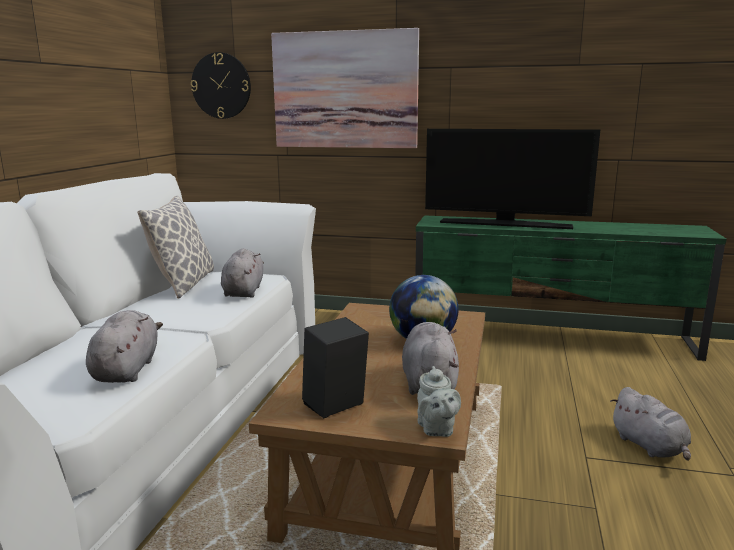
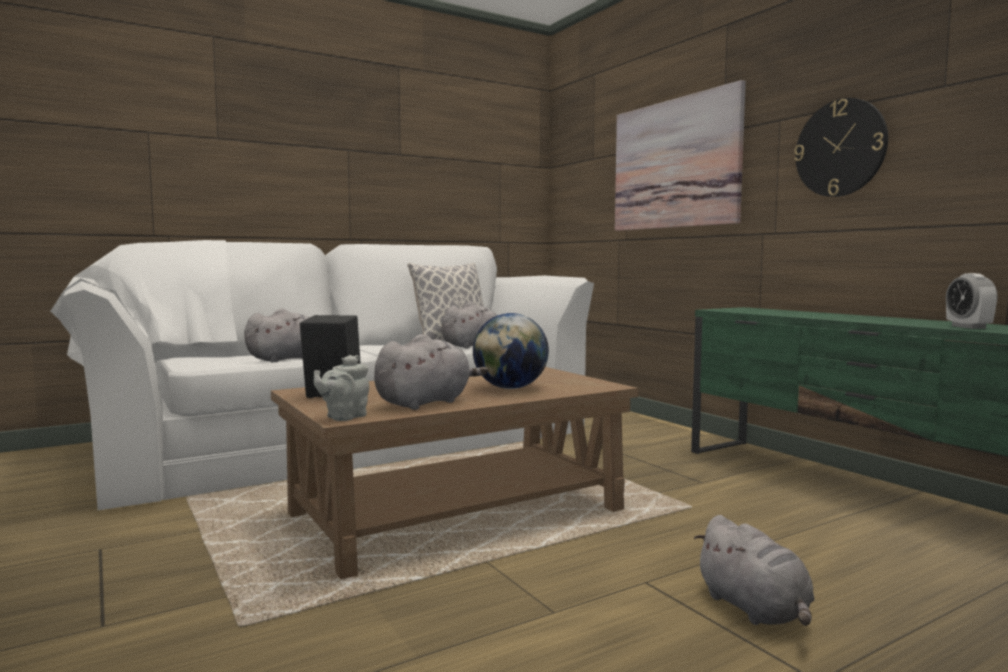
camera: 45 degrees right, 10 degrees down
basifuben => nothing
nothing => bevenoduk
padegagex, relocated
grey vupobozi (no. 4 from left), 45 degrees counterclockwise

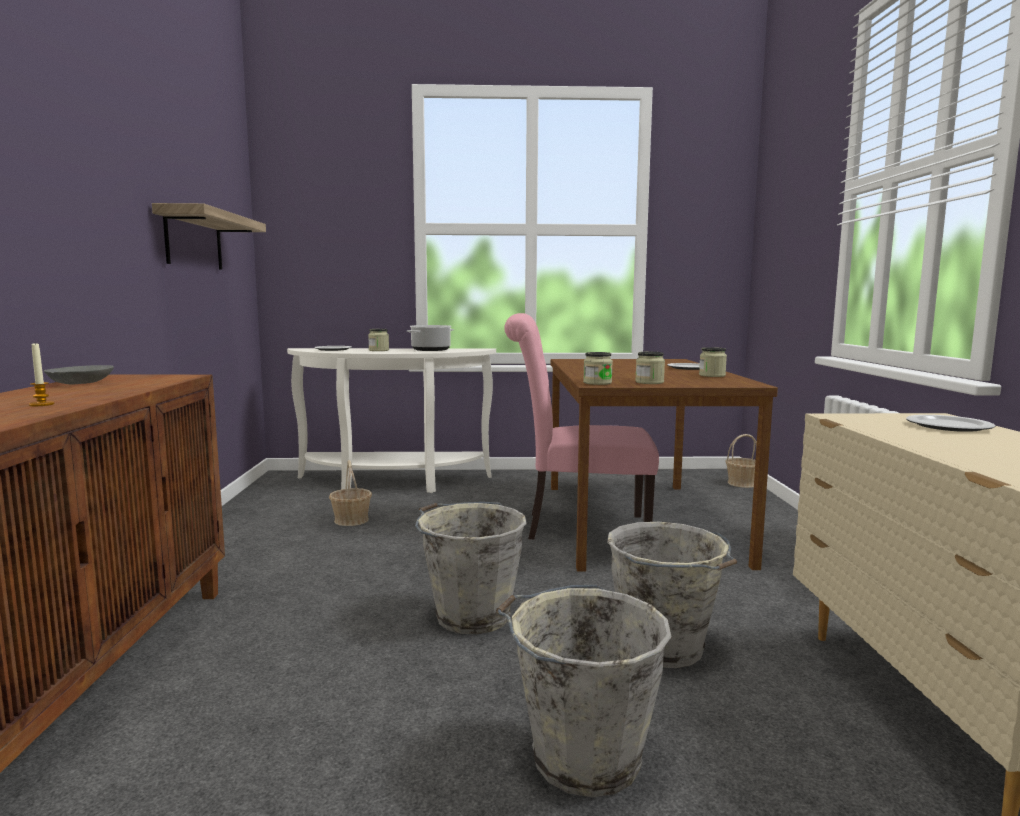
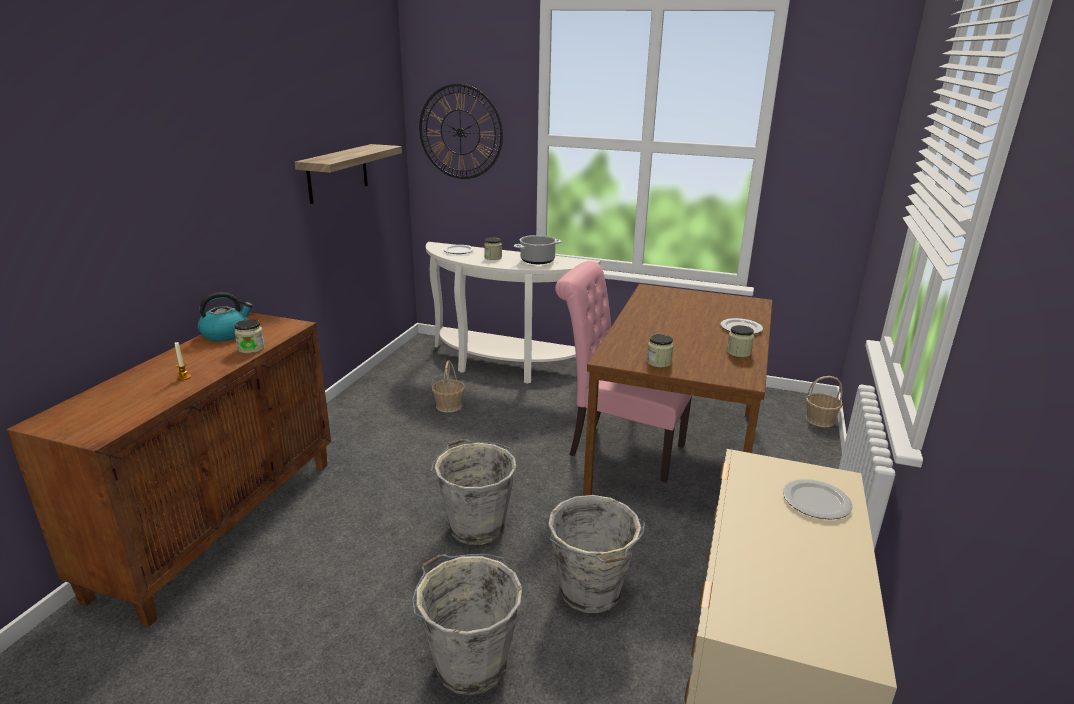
camera: 20 degrees right, 15 degrees up
nothing => padegagex
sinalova (no. 2 from left in the first image) => sinalova (no. 1 from left), relocated
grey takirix => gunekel

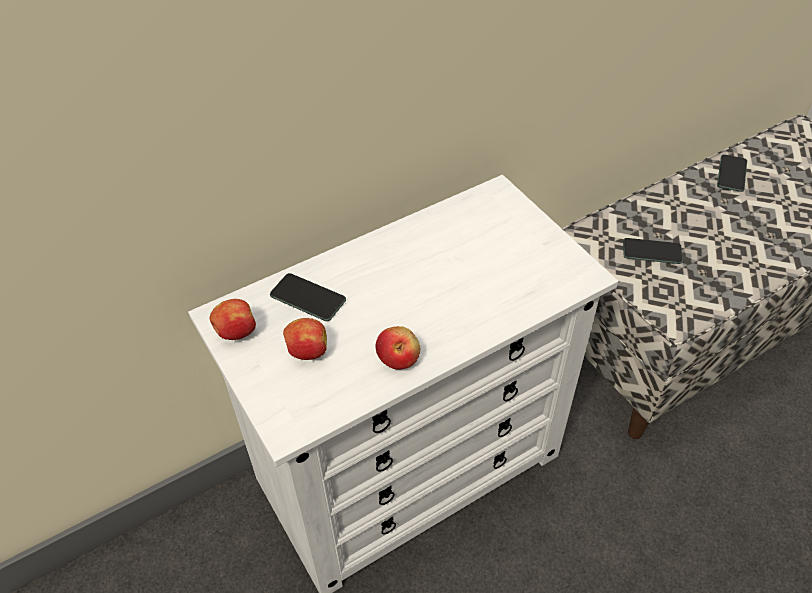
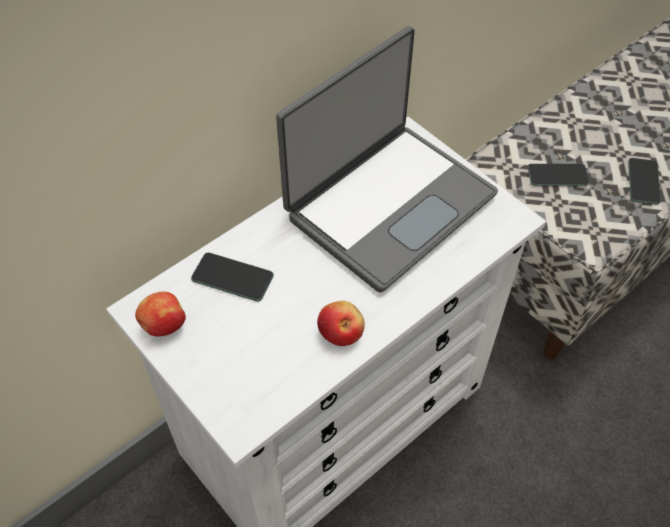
camera: 10 degrees left, 5 degrees up
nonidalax (no. 2 from left) => nothing
nothing => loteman
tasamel (no. 3 from left), relocated

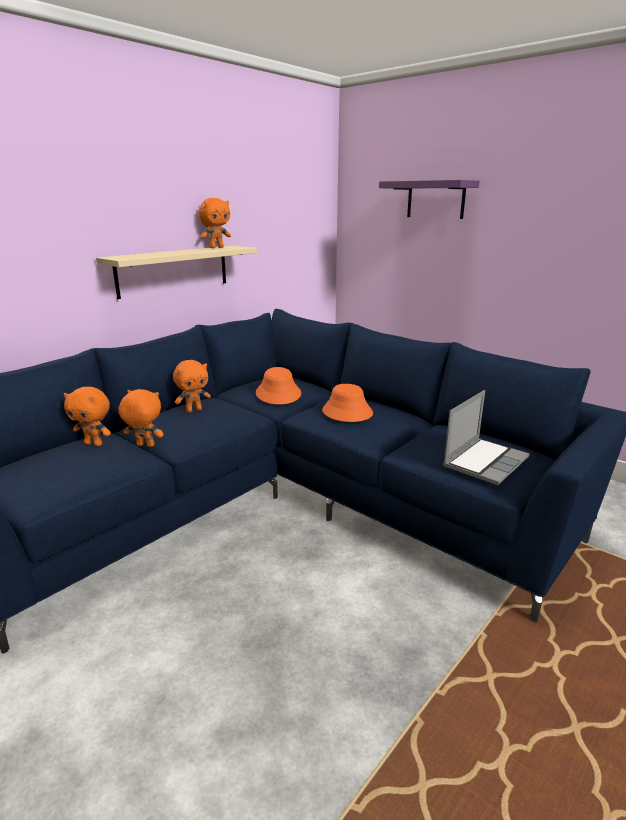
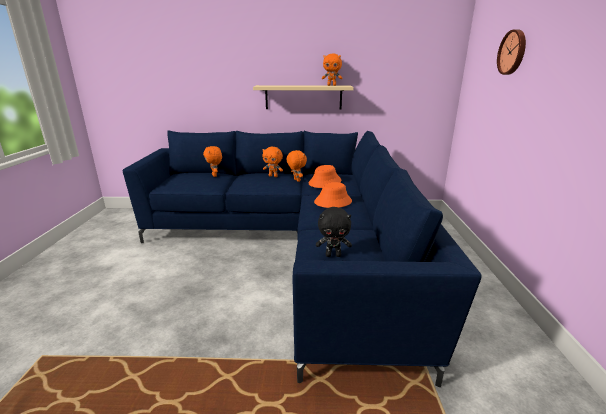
camera: 50 degrees right, 0 degrees up
orange vupobozi (no. 2 from left in the first image) => orange vupobozi (no. 3 from left), relocated
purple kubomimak => padegagex
loteman => black vupobozi

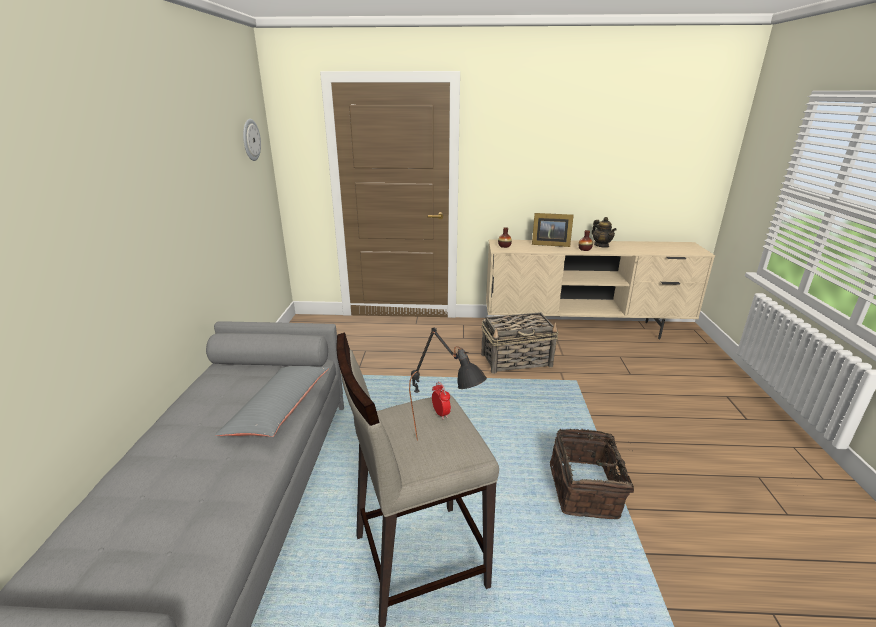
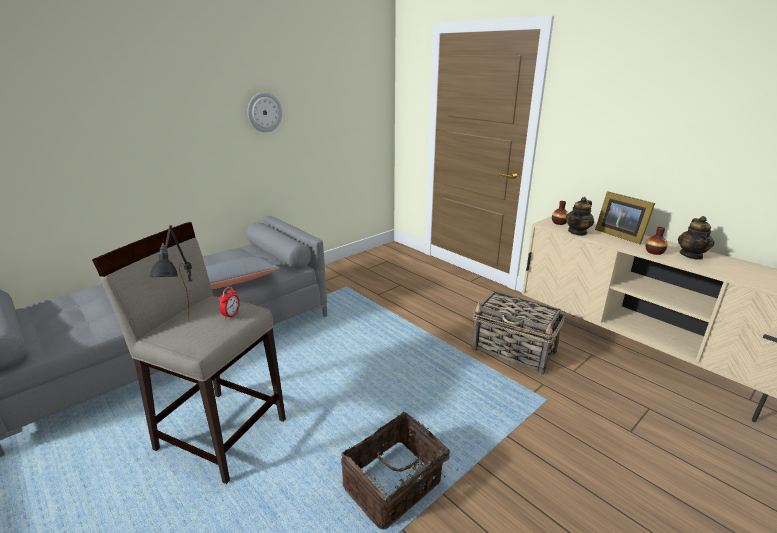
camera: 45 degrees right, 0 degrees up
nothing => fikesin (no. 1 from left)
padegagex, relocated

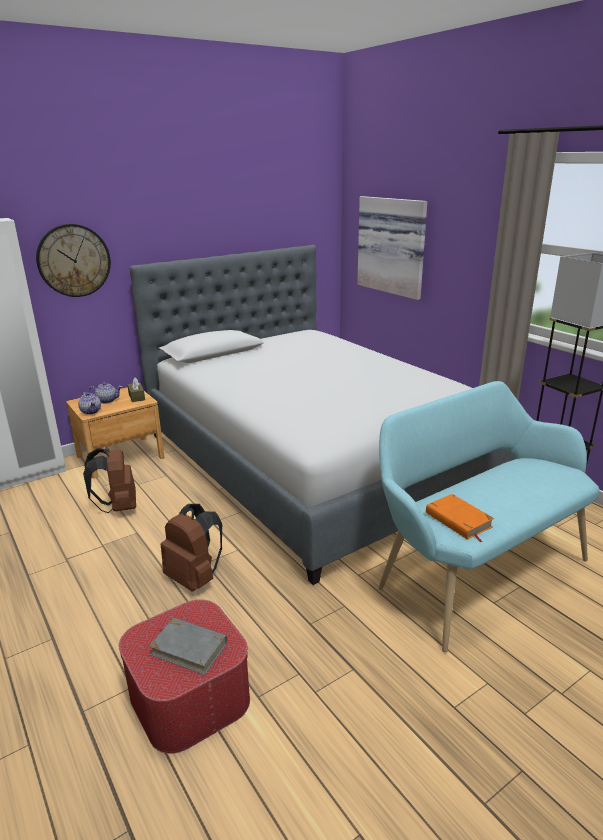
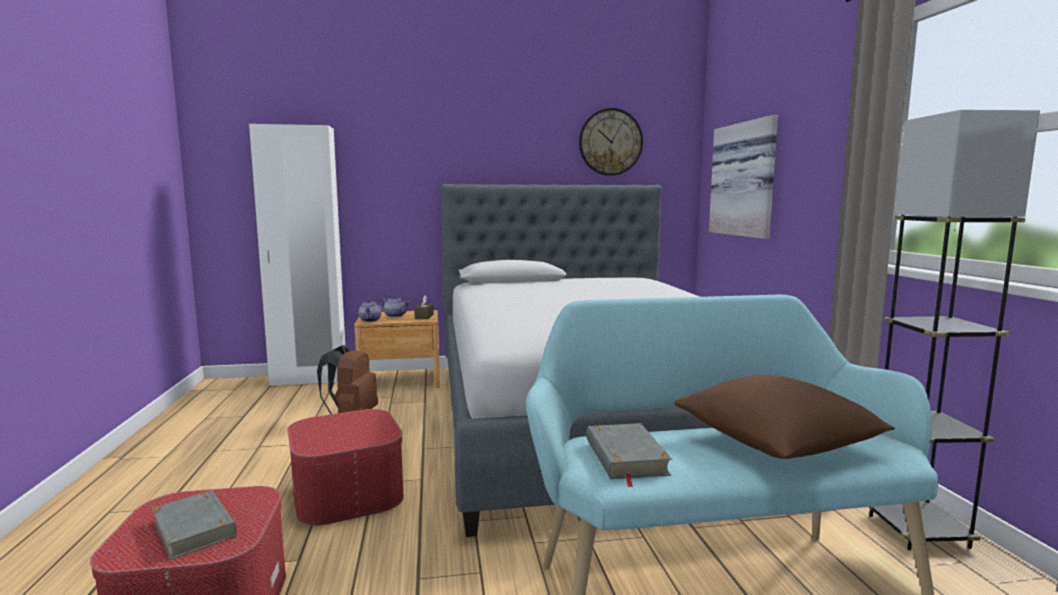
camera: 25 degrees right, 15 degrees down
nothing => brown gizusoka
padegagex, relocated
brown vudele (no. 2 from left) => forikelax (no. 2 from left)
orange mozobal => grey mozobal (no. 2 from left)

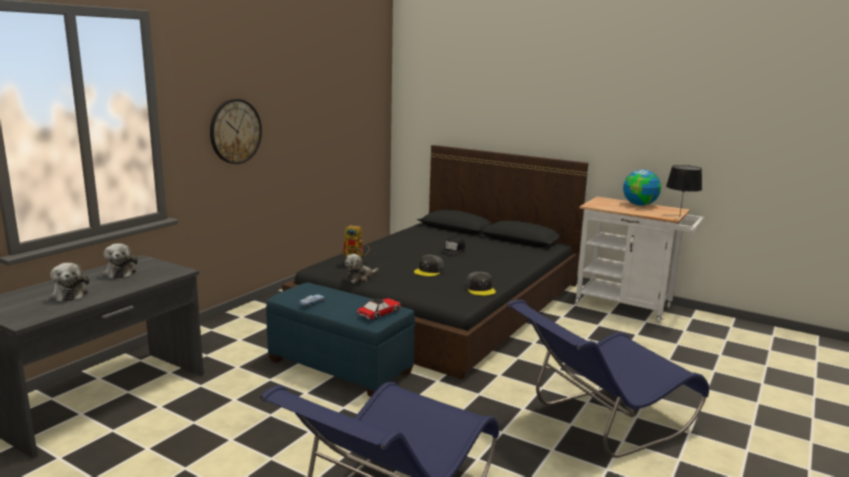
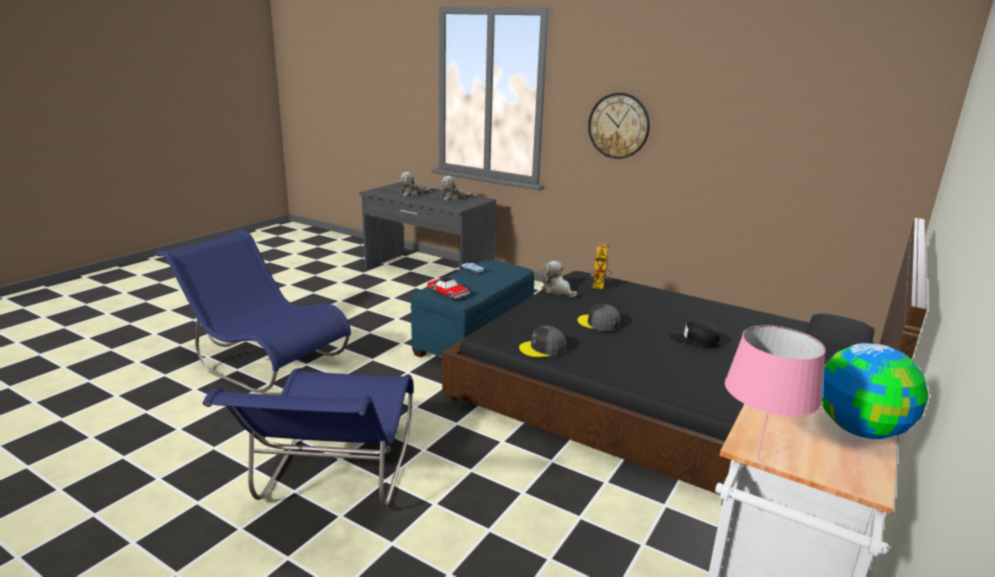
camera: 90 degrees right, 5 degrees up
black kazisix => pink kazisix
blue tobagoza (no. 2 from left), 150 degrees counterclockwise

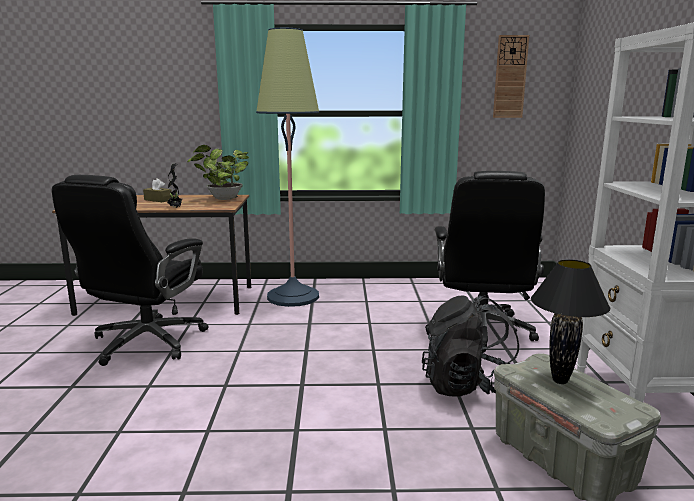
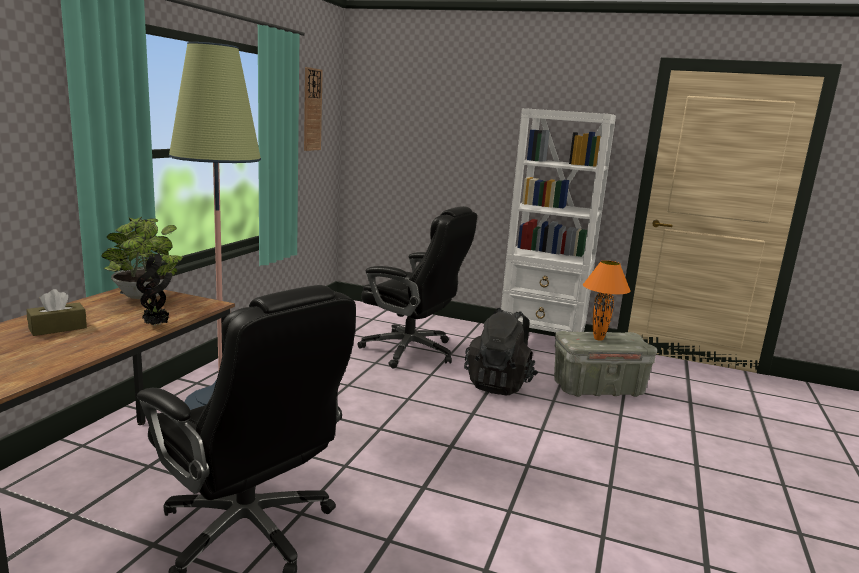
camera: 70 degrees left, 0 degrees up
black kazisix => orange kazisix

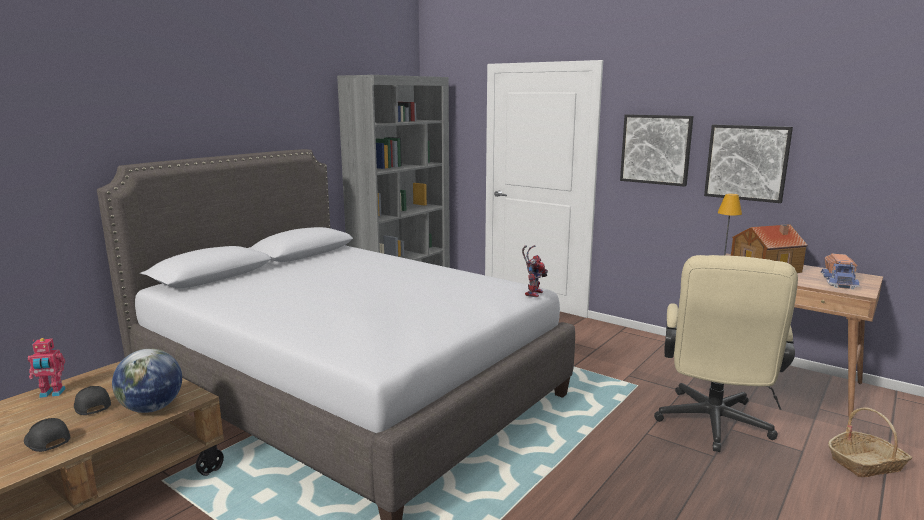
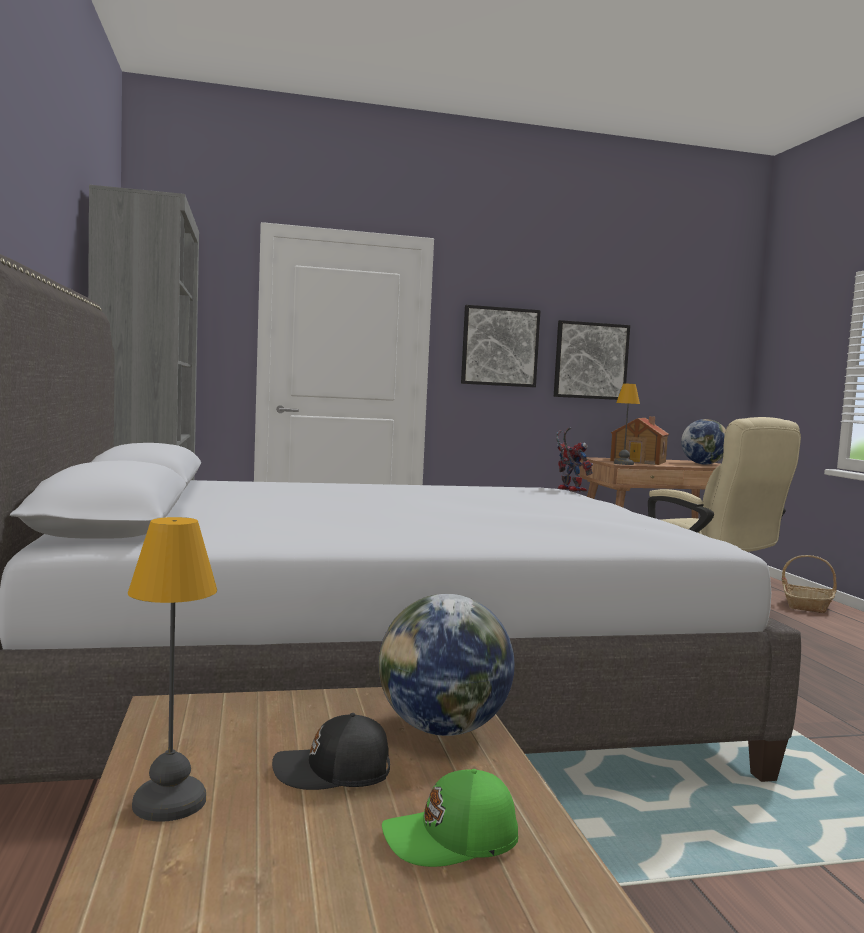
camera: 50 degrees left, 10 degrees down
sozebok (no. 1 from left) => kazisix (no. 1 from left)
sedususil => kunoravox (no. 2 from left)
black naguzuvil (no. 1 from left) => green naguzuvil

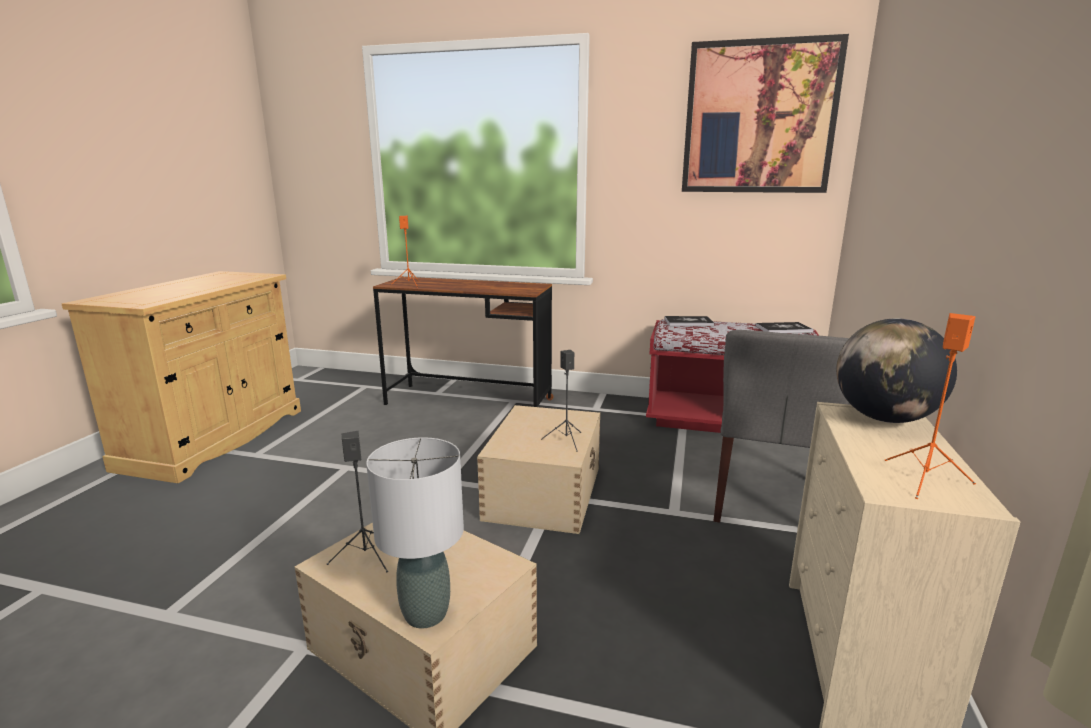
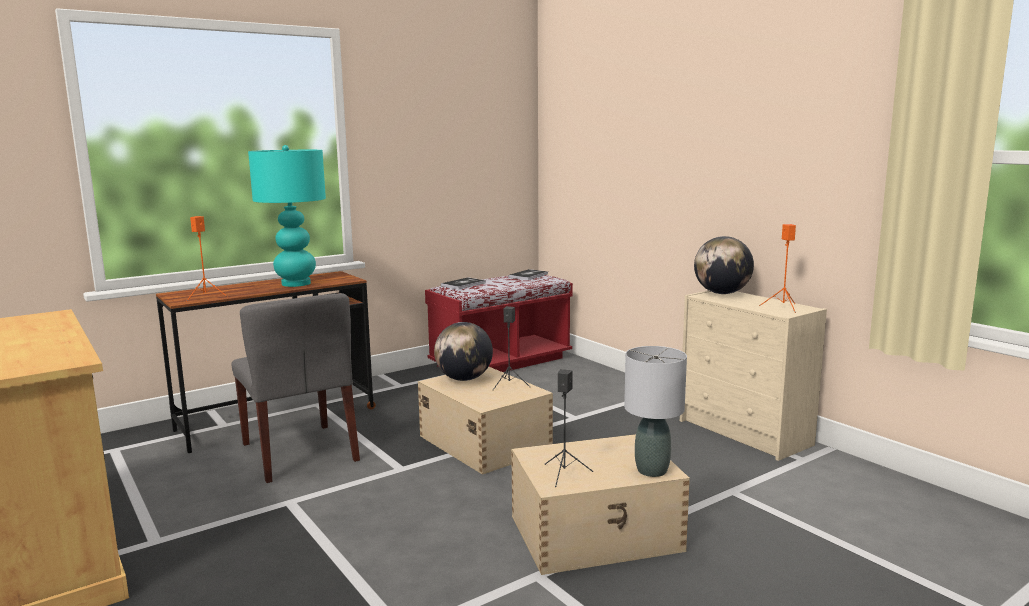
camera: 50 degrees left, 5 degrees down
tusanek => nothing
nothing => turquoise kazisix
nothing => kunoravox (no. 1 from left)
grey tobagoza, relocated

